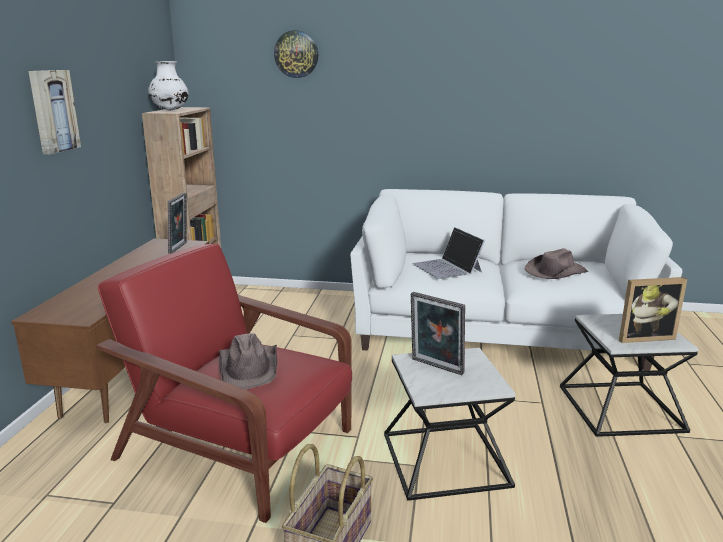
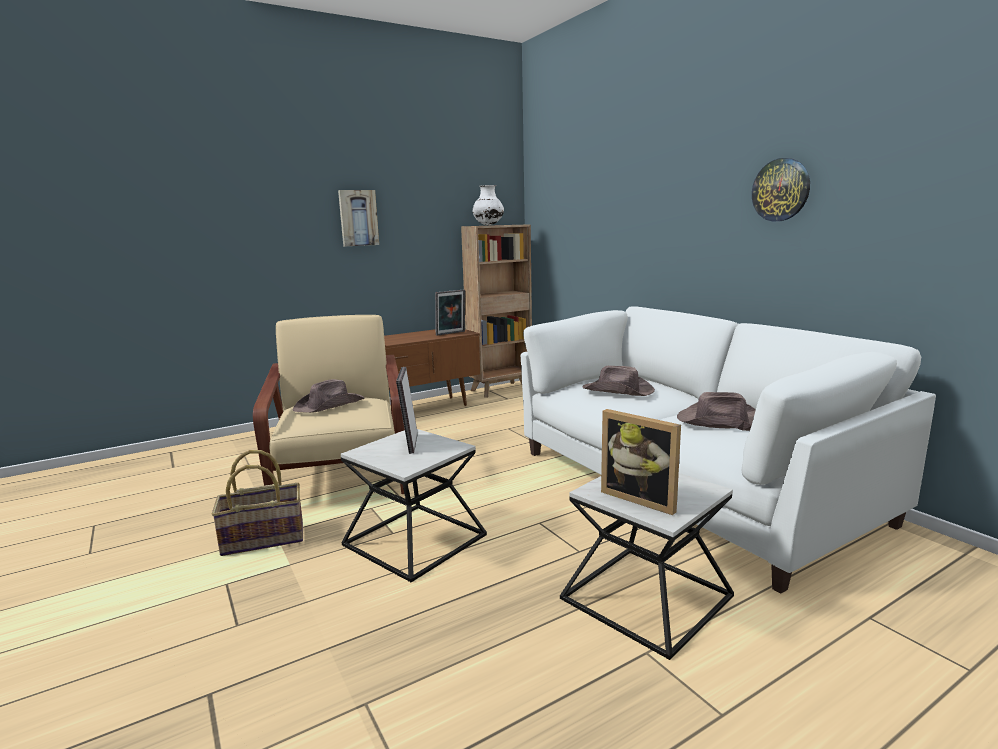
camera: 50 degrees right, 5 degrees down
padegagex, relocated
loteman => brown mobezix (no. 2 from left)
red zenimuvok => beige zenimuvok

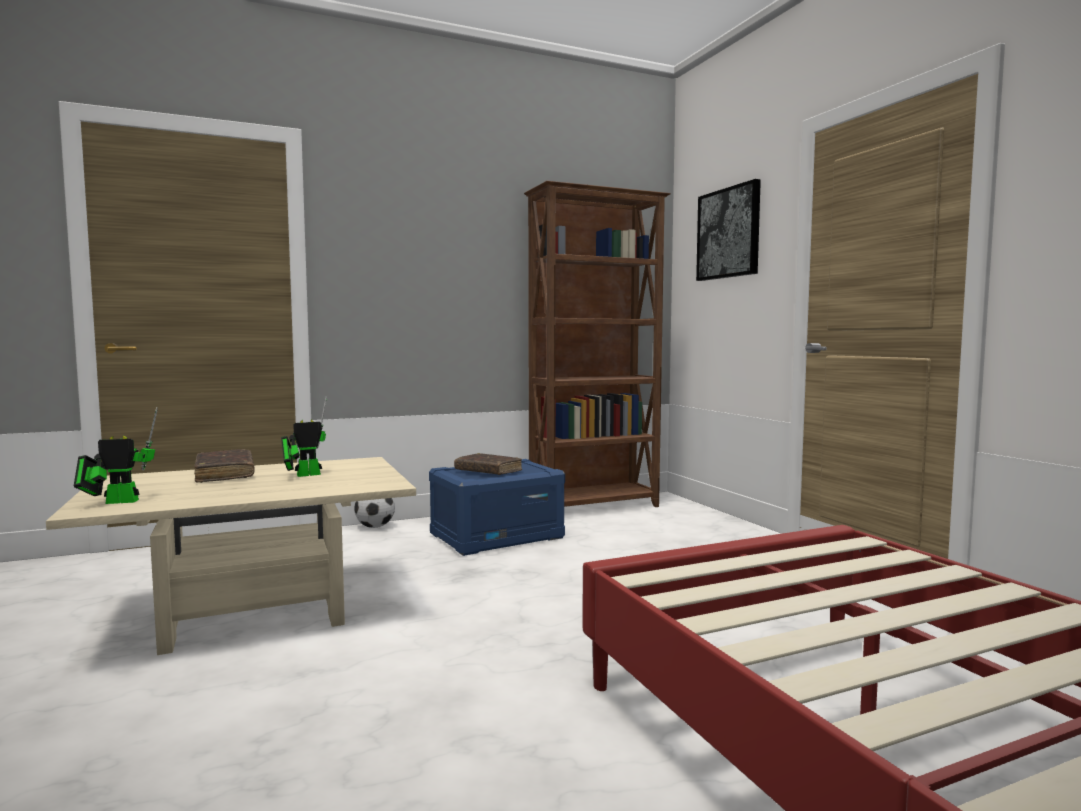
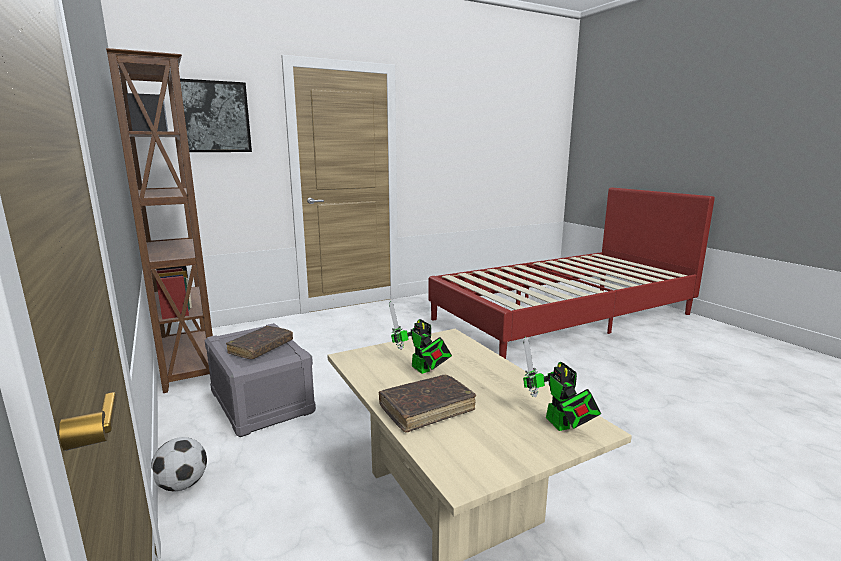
camera: 95 degrees left, 10 degrees up
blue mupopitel => grey mupopitel

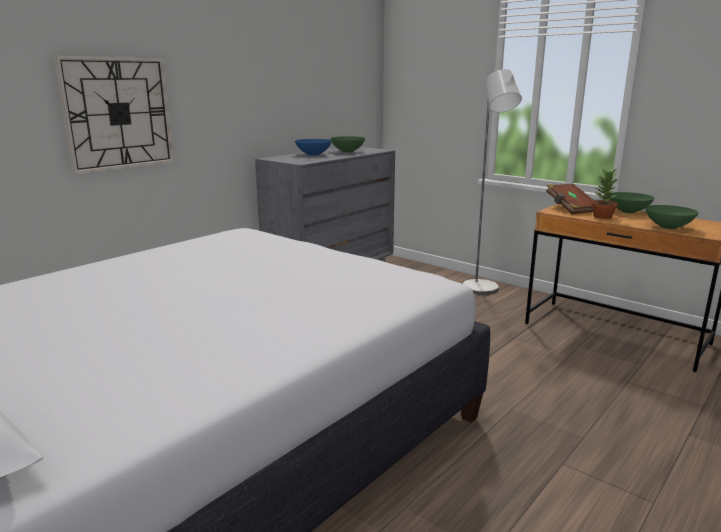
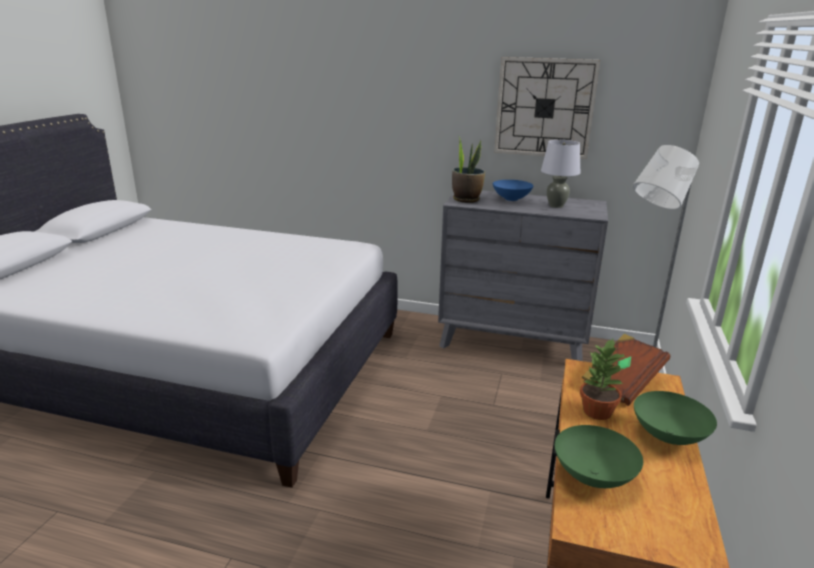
camera: 65 degrees right, 5 degrees up
nothing => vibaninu (no. 1 from left)
padegagex, relocated
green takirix (no. 1 from left) => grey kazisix

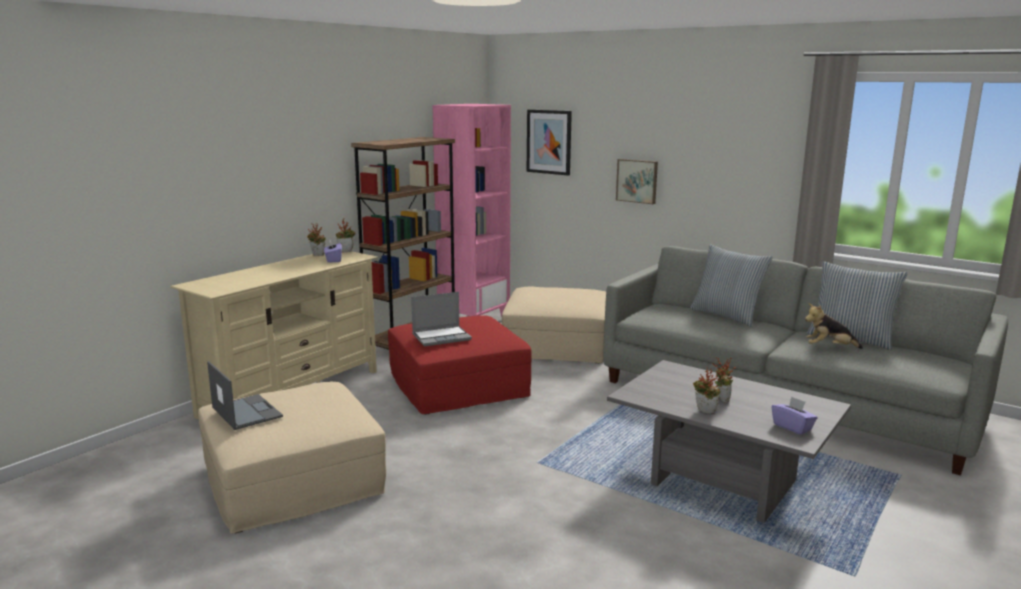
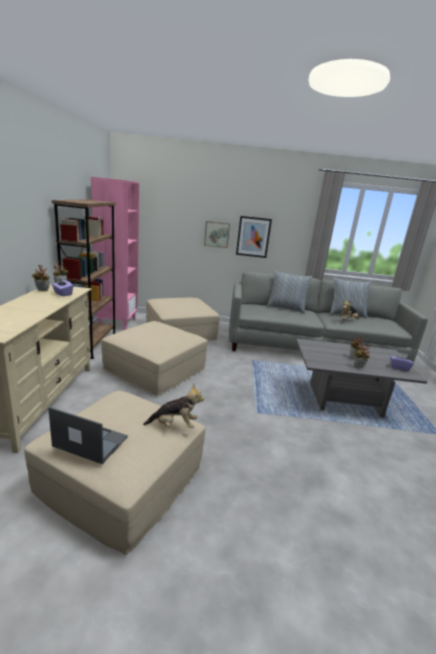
camera: 35 degrees left, 5 degrees up
loteman (no. 2 from left) => nothing
nothing => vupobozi (no. 1 from left)
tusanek (no. 1 from left in the first image) => tusanek (no. 2 from left), relocated
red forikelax => beige forikelax (no. 2 from left)

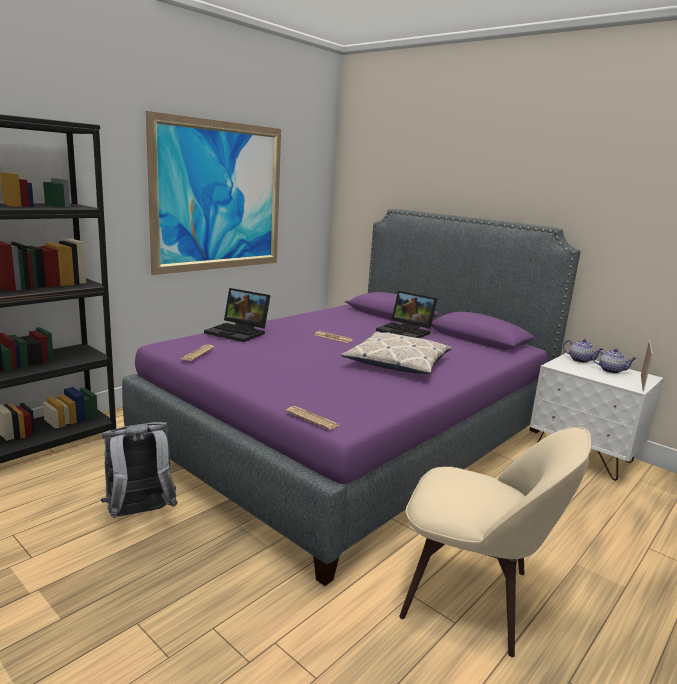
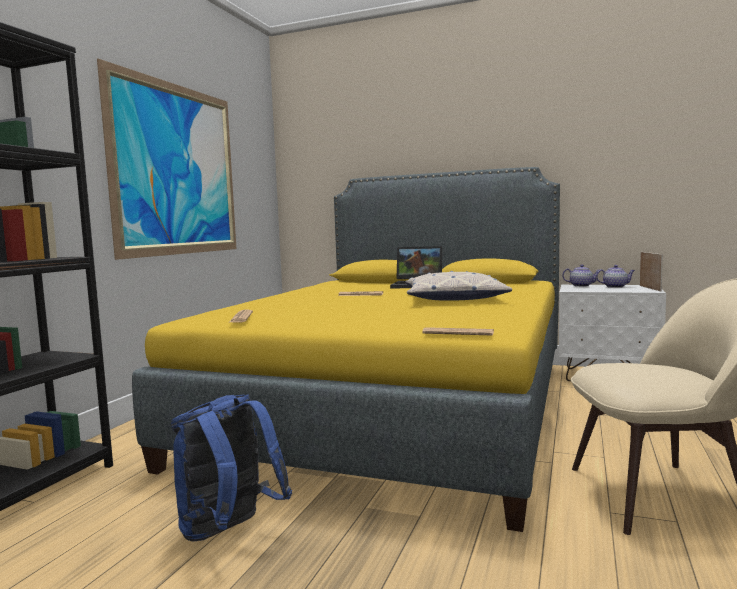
camera: 20 degrees left, 10 degrees down
loteman (no. 1 from left) => nothing
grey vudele => blue vudele
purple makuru => yellow makuru

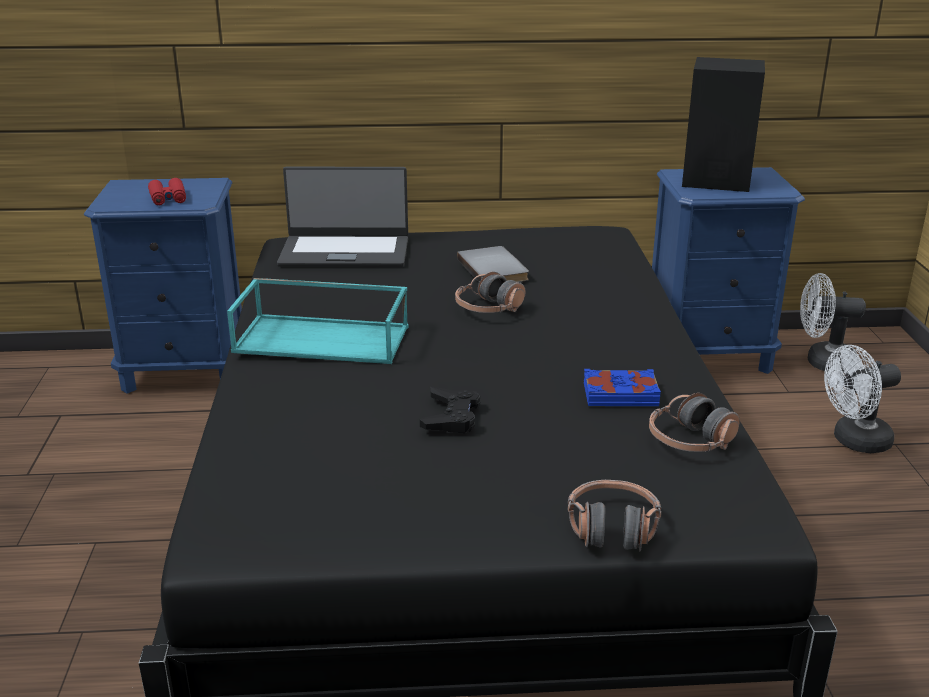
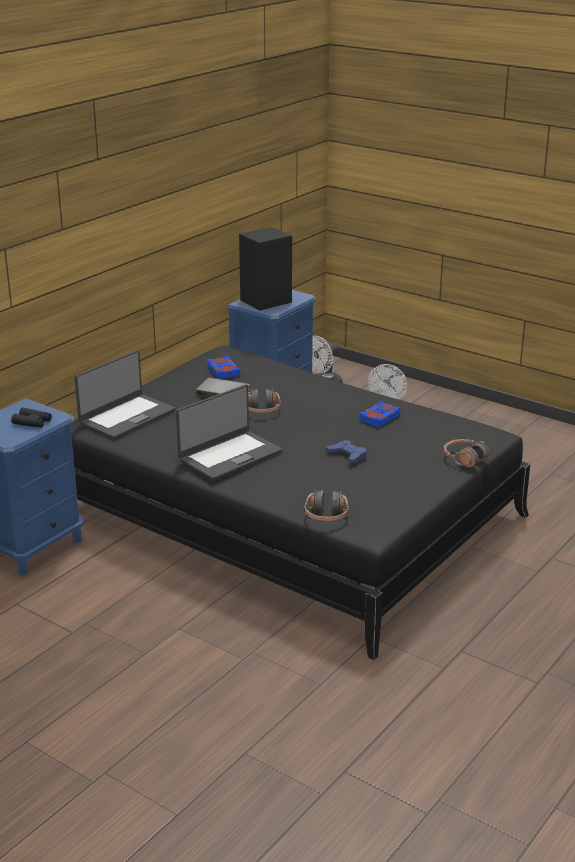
camera: 50 degrees left, 0 degrees up
nothing => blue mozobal (no. 1 from left)
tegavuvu (no. 3 from left in the first image) => tegavuvu (no. 2 from left), relocated
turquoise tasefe => loteman (no. 2 from left)
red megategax => black megategax
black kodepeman => blue kodepeman

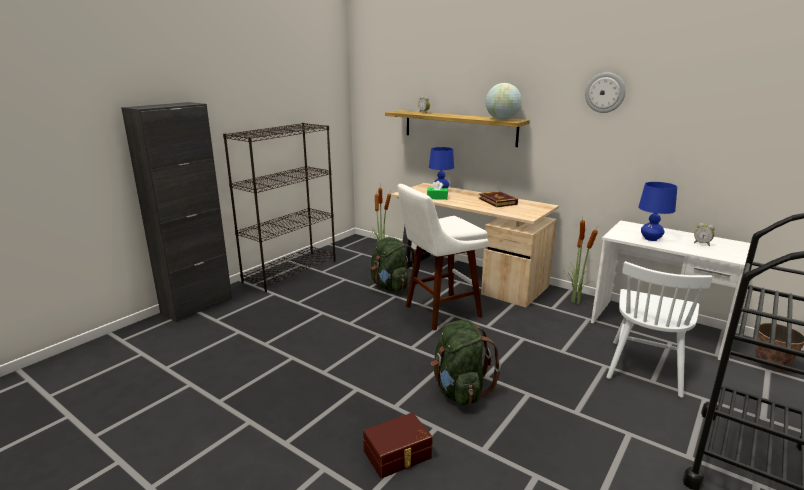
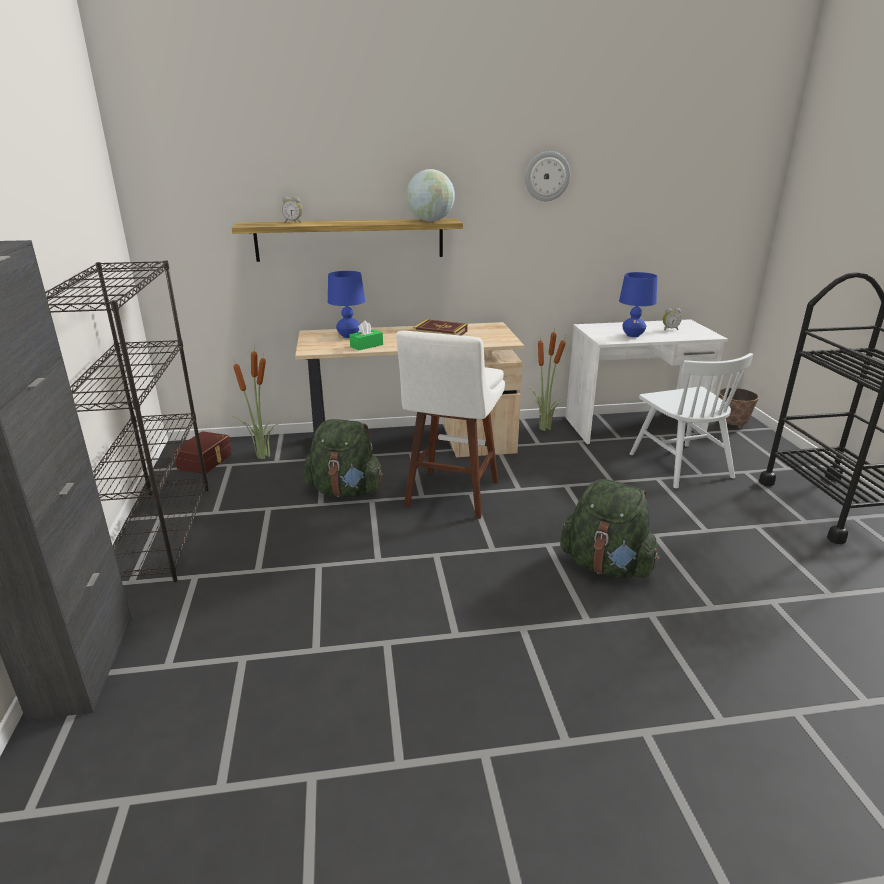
camera: 45 degrees left, 5 degrees up
brown mupopitel, relocated

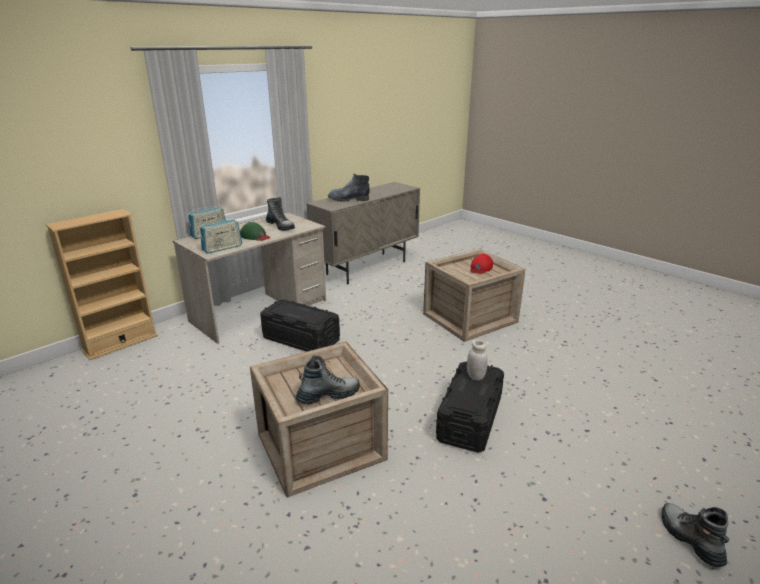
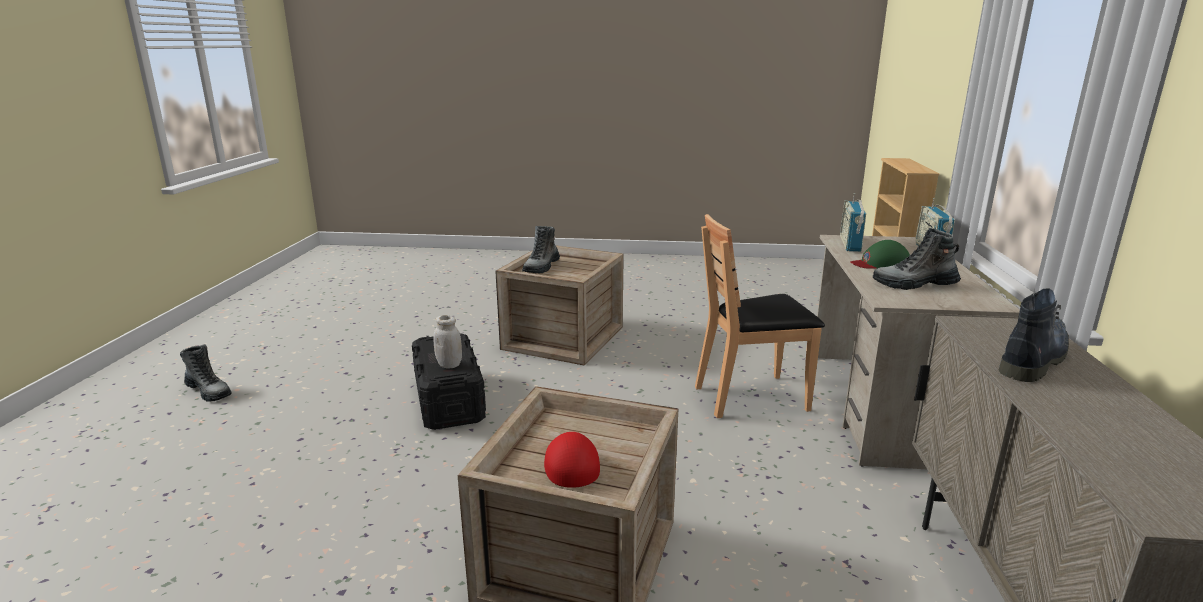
camera: 140 degrees right, 5 degrees down
black mupopitel (no. 1 from left) => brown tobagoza

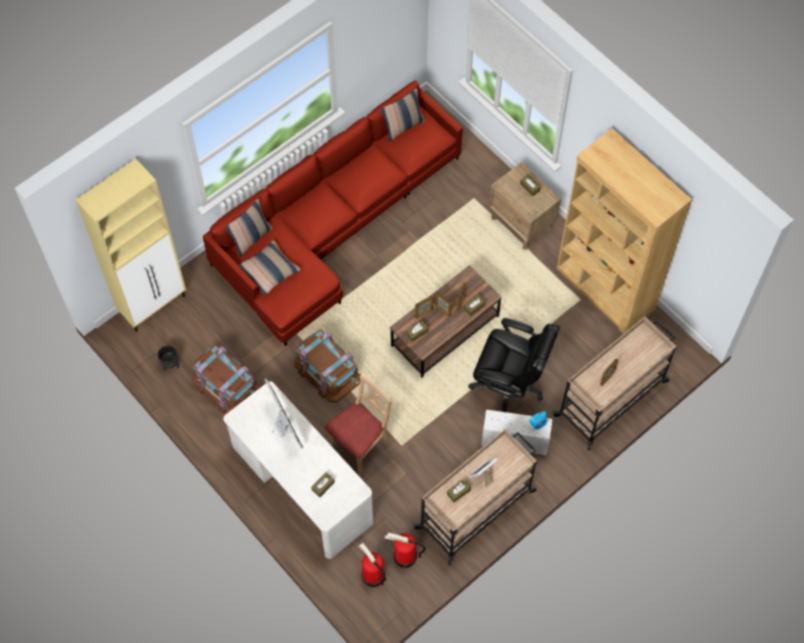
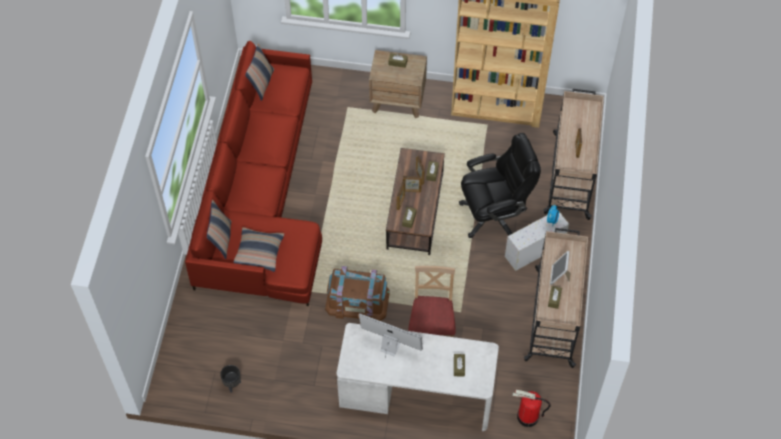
camera: 40 degrees left, 5 degrees down
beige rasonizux => nothing
brown mupopitel (no. 1 from left) => nothing
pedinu (no. 2 from left) => nothing

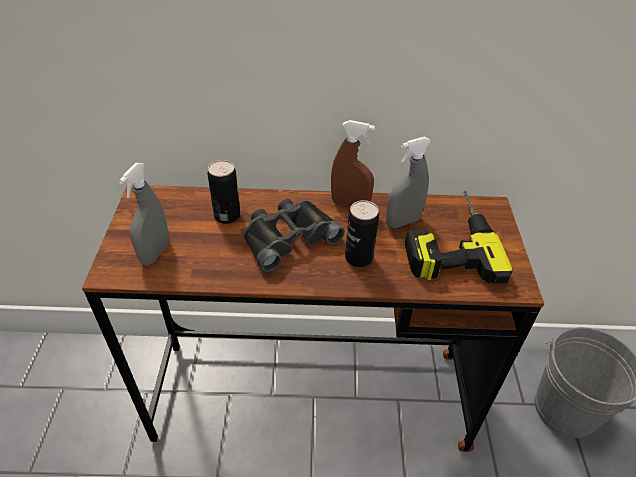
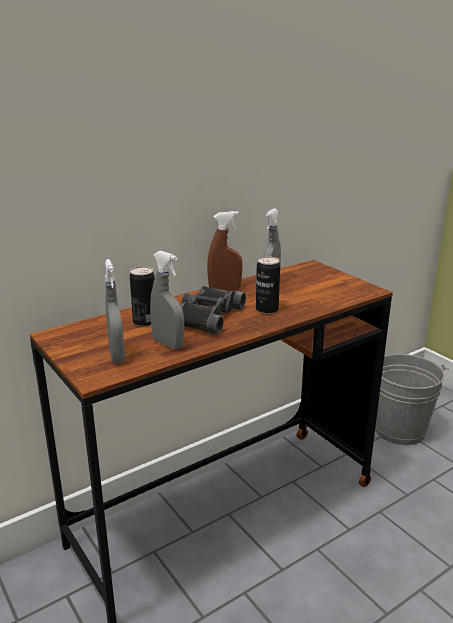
camera: 35 degrees left, 20 degrees down
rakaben => nothing
nothing => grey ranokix (no. 2 from left)

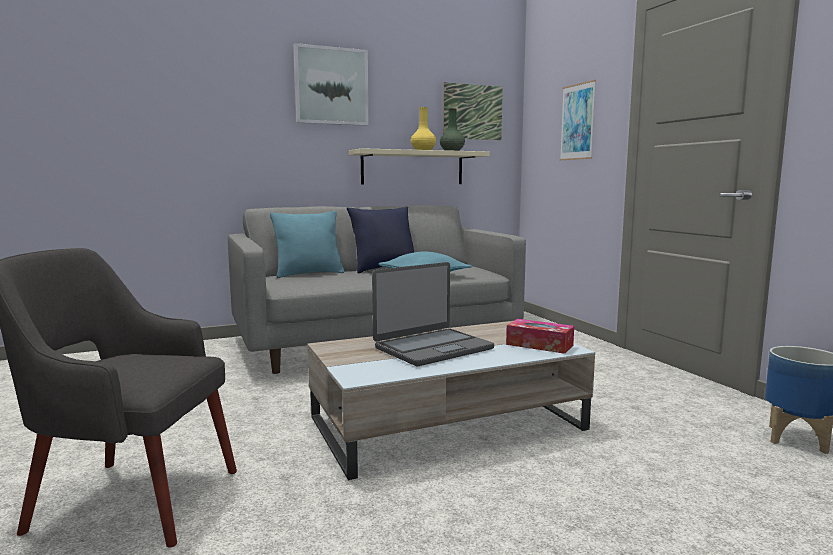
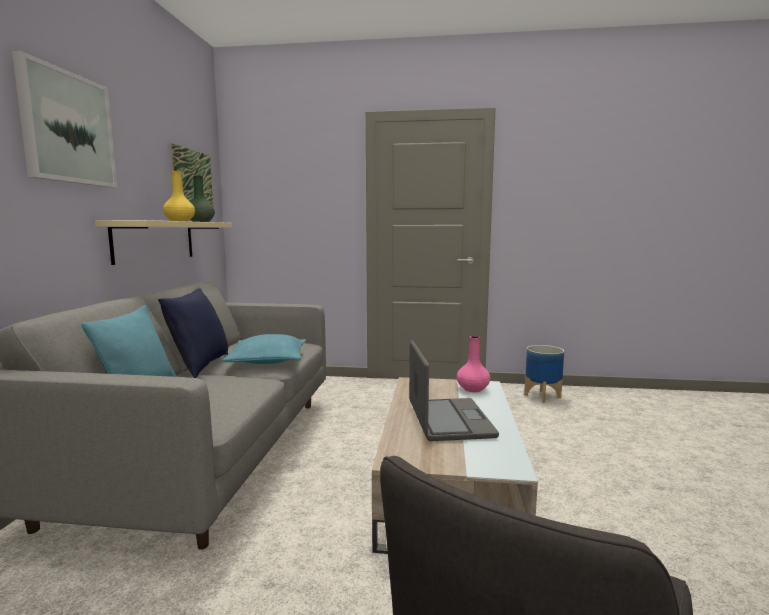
camera: 60 degrees left, 0 degrees up
tusanek (no. 3 from left) => nothing
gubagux => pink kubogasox

